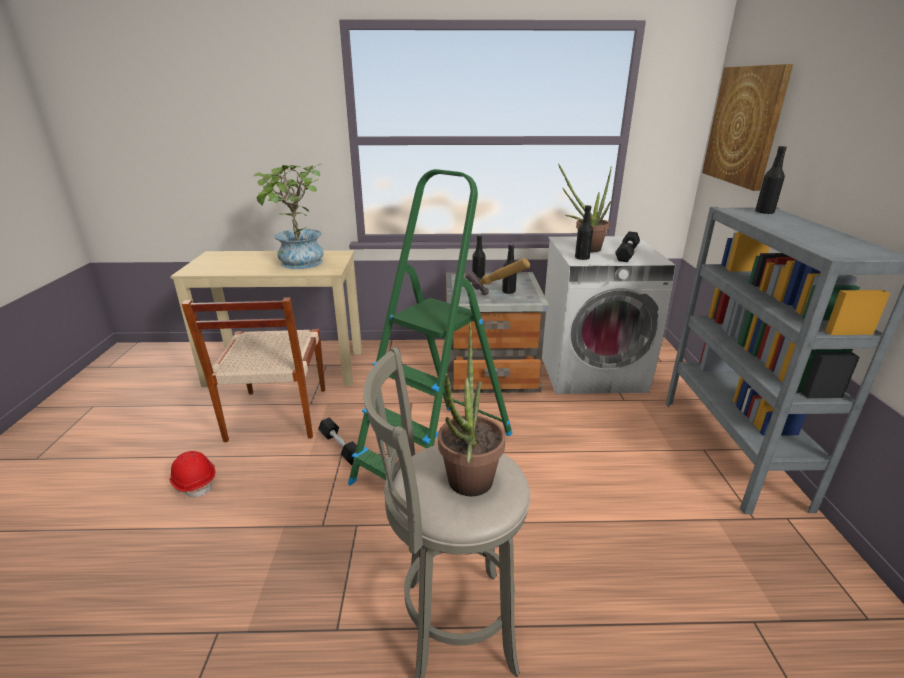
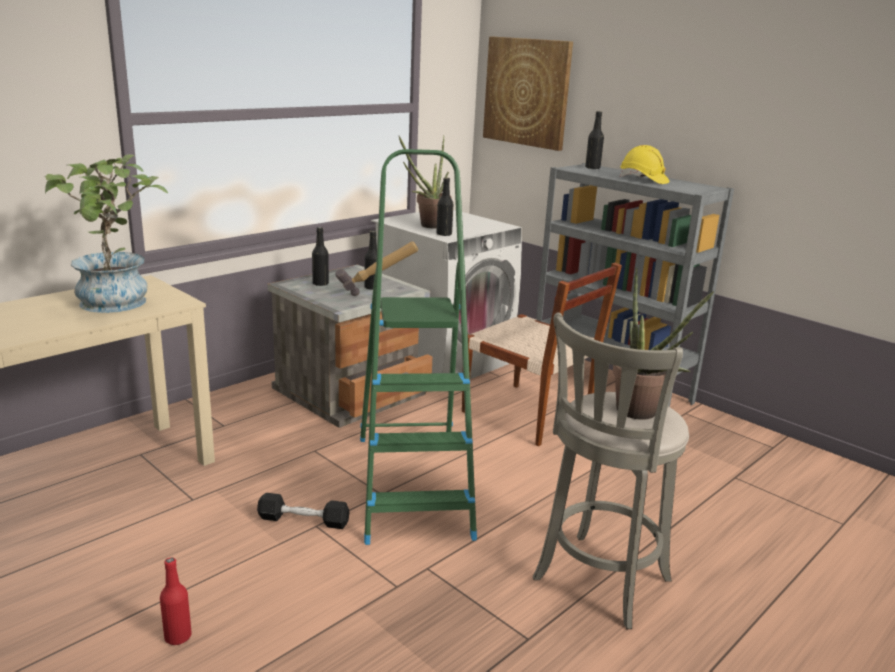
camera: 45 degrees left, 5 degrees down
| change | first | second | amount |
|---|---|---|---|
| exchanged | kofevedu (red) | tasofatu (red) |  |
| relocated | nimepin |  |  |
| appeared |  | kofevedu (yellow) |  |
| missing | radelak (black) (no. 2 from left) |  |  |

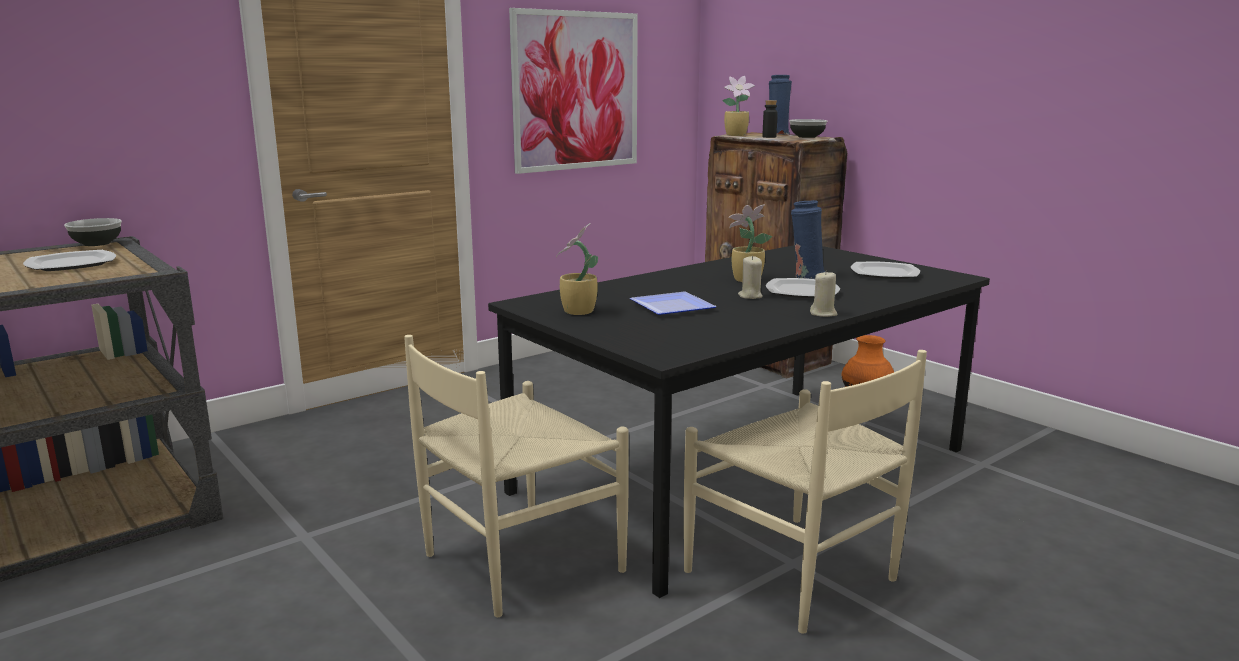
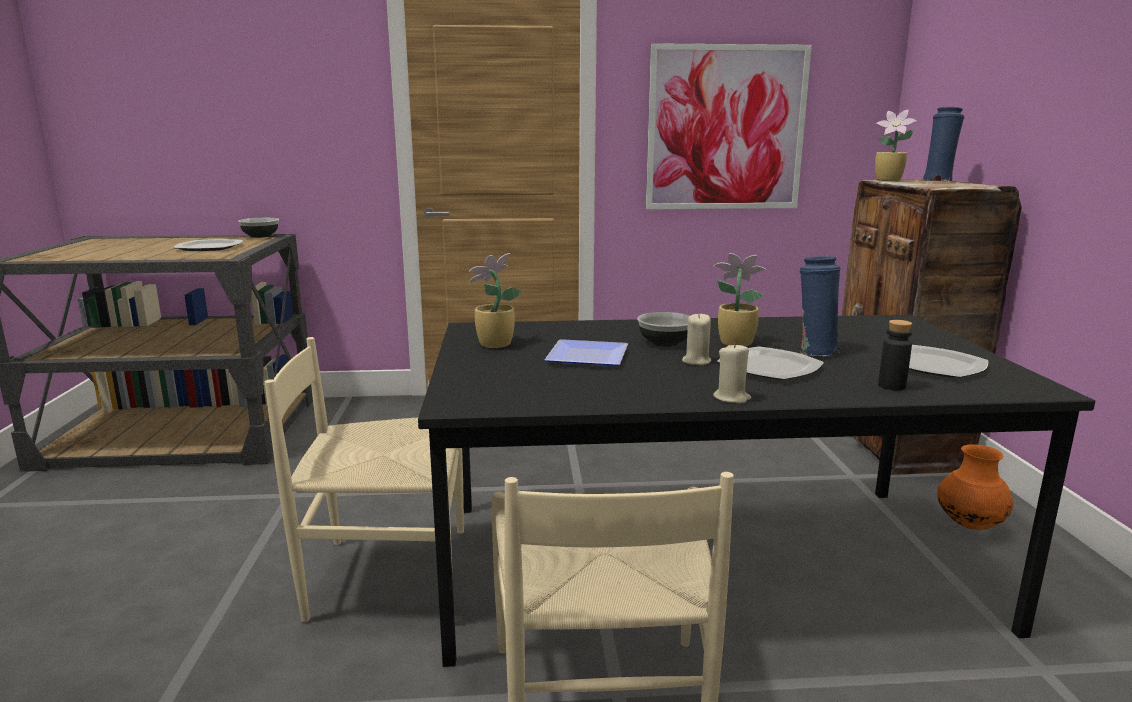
camera: 35 degrees right, 0 degrees up
| change | first | second | amount |
|---|---|---|---|
| relocated | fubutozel (no. 2 from left) |  |  |
| relocated | tasofatu (black) |  |  |

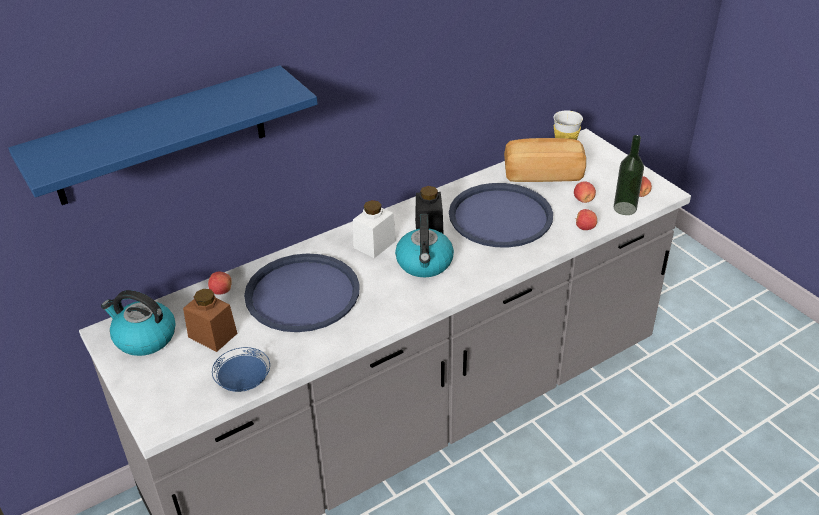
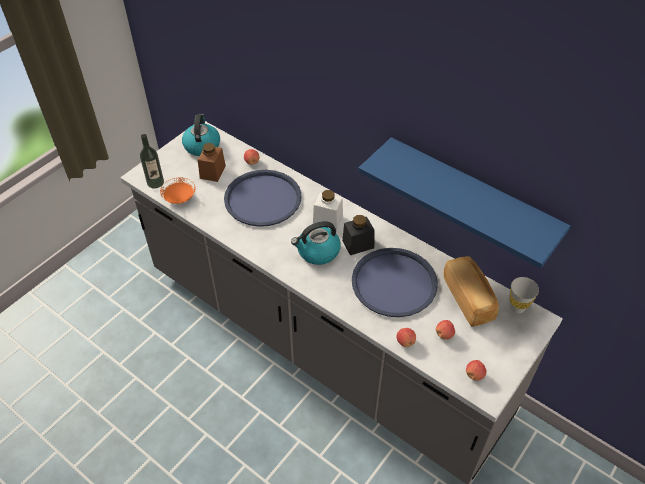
camera: 70 degrees right, 10 degrees up
| change | first | second | amount |
|---|---|---|---|
| relocated | tasofatu |  |  |
| colour | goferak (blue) | goferak (orange) |  |
| relocated | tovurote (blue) |  |  |

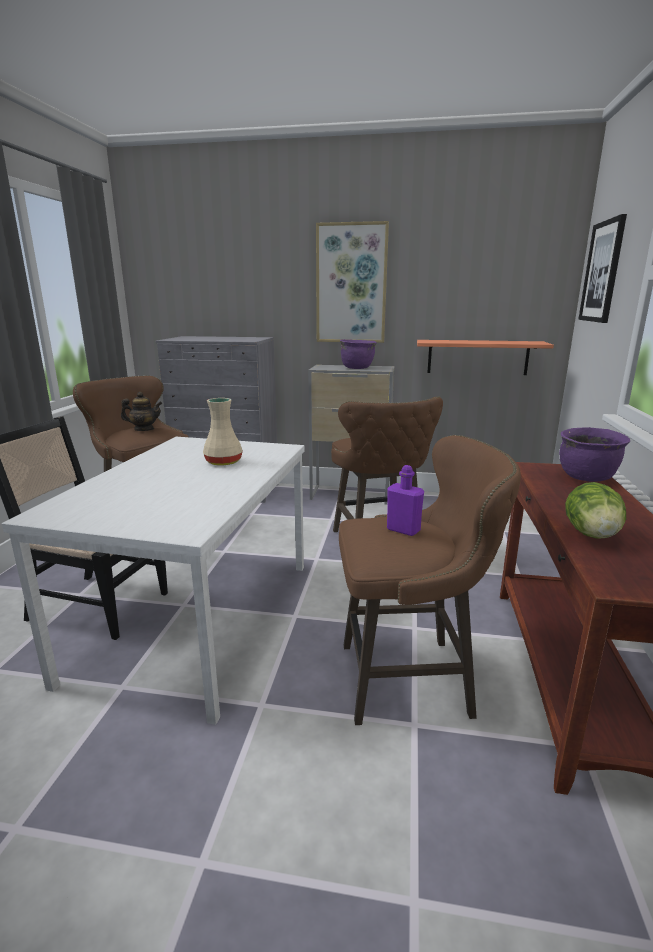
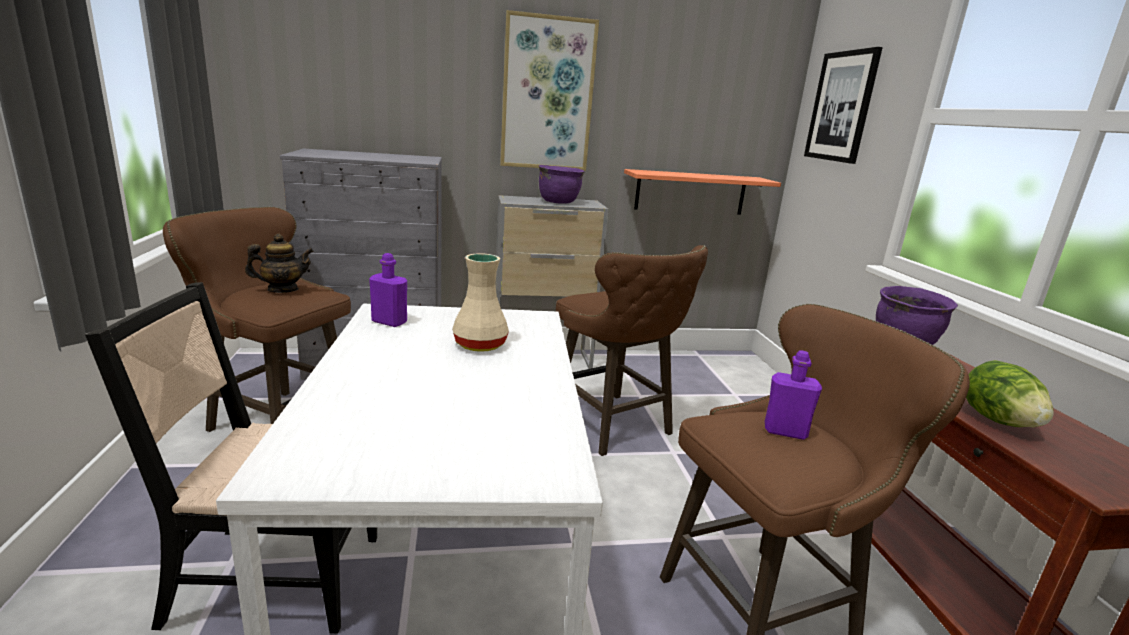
camera: 20 degrees left, 0 degrees up
| change | first | second | amount |
|---|---|---|---|
| appeared |  | tasofatu (purple) (no. 1 from left) |  |

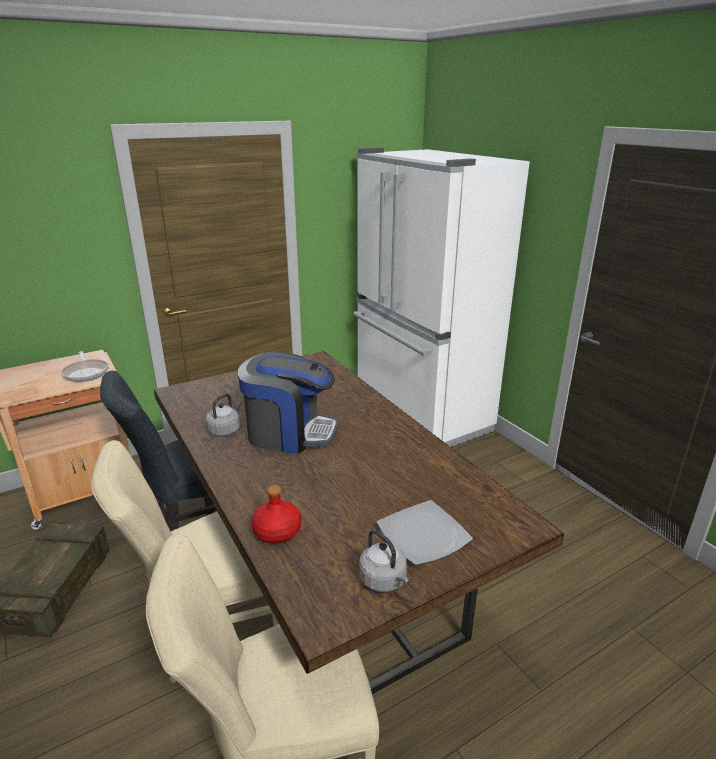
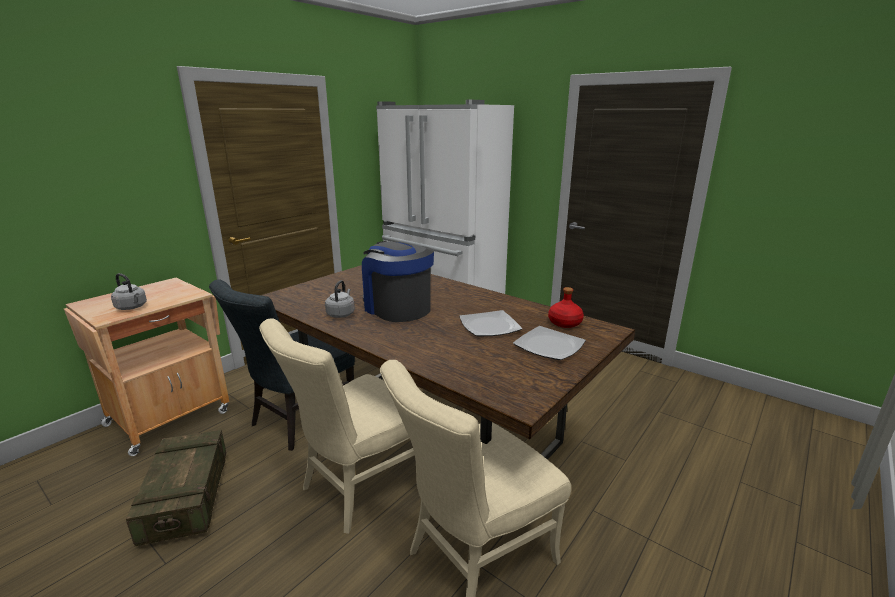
camera: 20 degrees left, 5 degrees down
| change | first | second | amount |
|---|---|---|---|
| relocated | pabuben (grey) (no. 2 from left in the first image) | pabuben (grey) (no. 1 from left) |  |
| spun | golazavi |  | 120 degrees counterclockwise |
| appeared |  | goferak (no. 1 from left) |  |
| relocated | tasofatu (red) |  |  |
| missing | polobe |  |  |

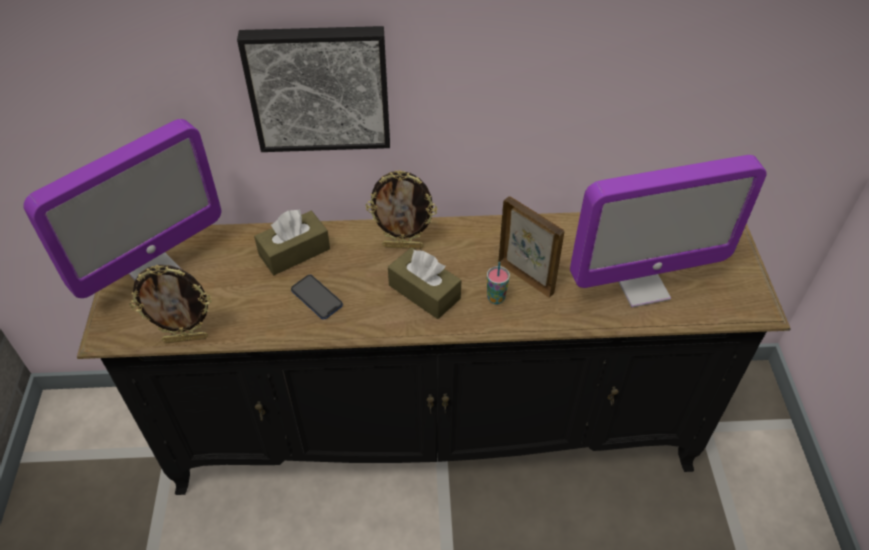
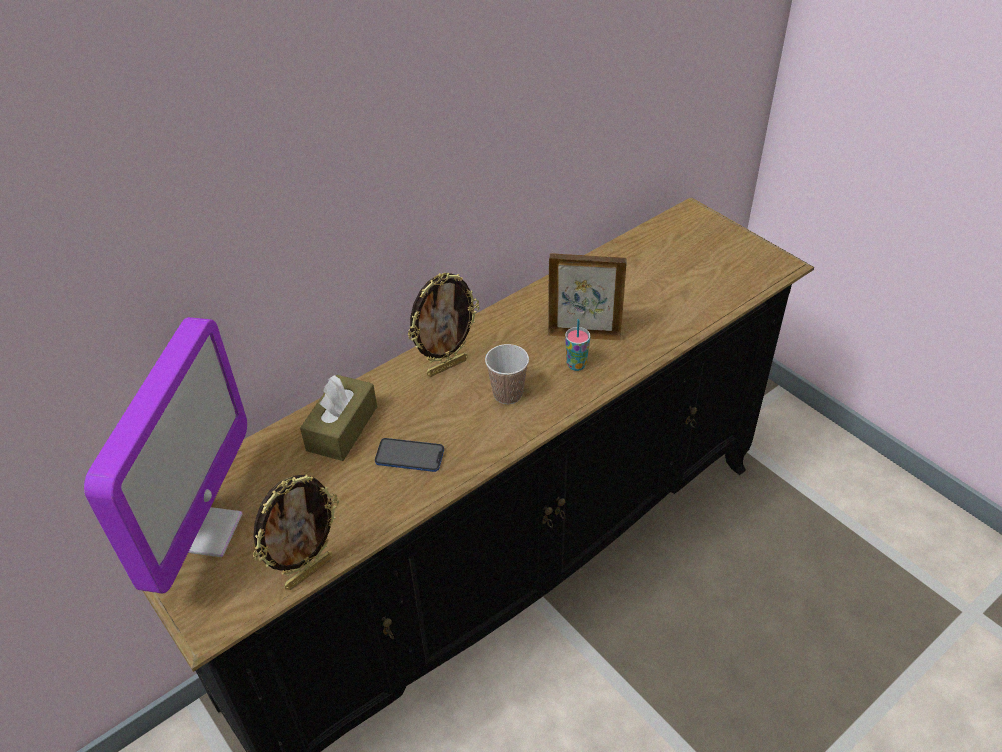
camera: 35 degrees left, 5 degrees down
| change | first | second | amount |
|---|---|---|---|
| exchanged | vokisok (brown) (no. 2 from left) | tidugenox (no. 1 from left) |  |
| missing | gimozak |  |  |
| missing | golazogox (no. 2 from left) |  |  |

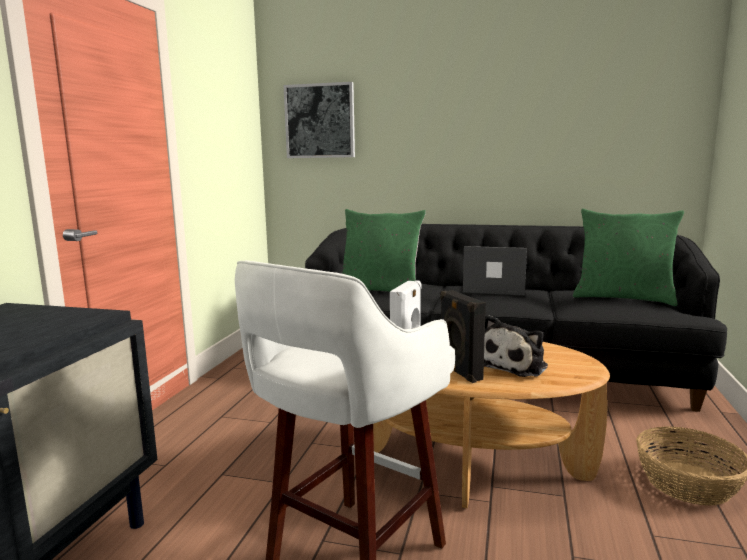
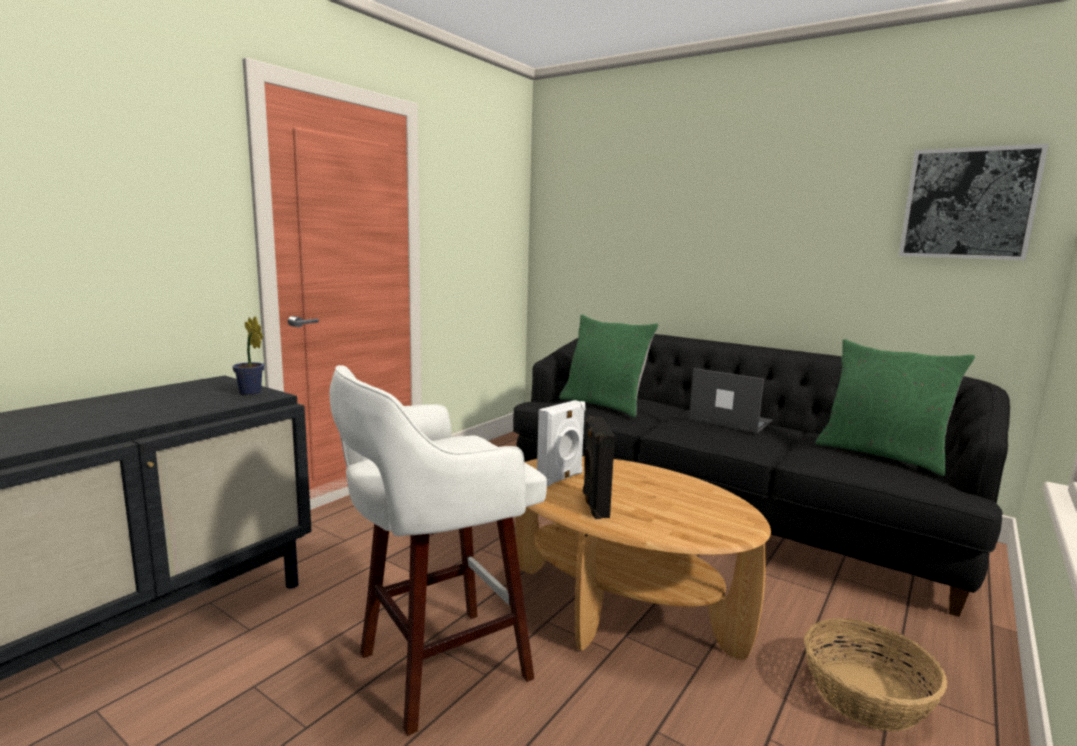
camera: 20 degrees right, 0 degrees up
| change | first | second | amount |
|---|---|---|---|
| appeared |  | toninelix |  |
| relocated | gimozak |  |  |
| missing | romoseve |  |  |

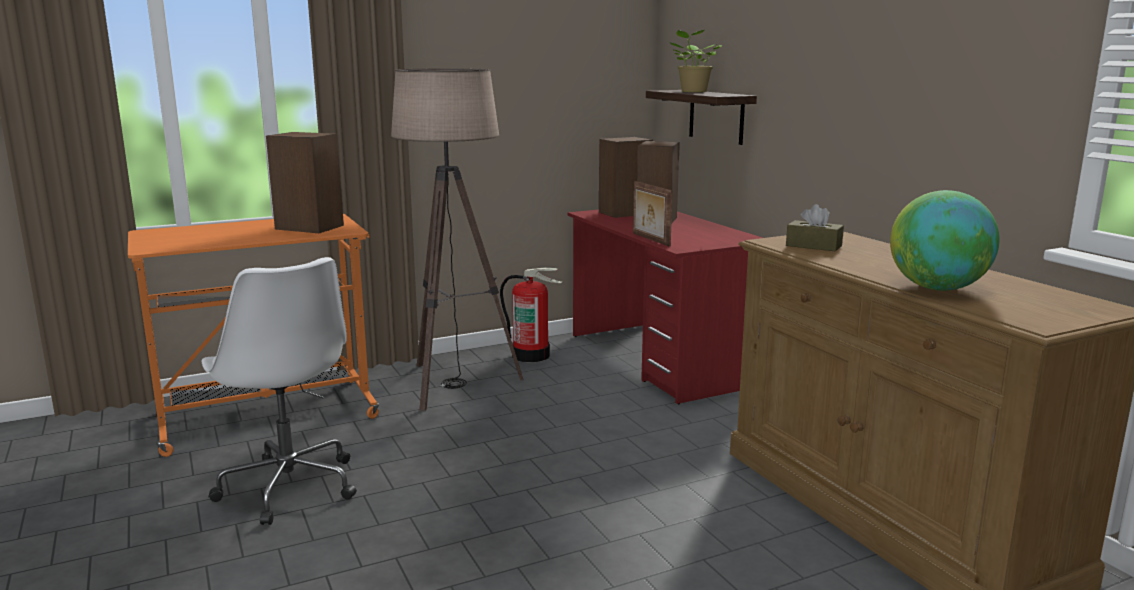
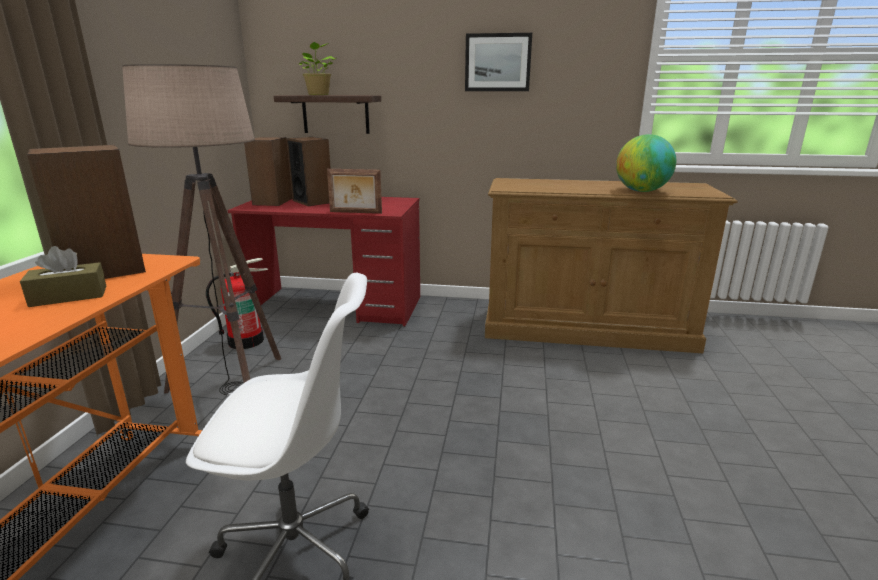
camera: 55 degrees left, 5 degrees up
| change | first | second | amount |
|---|---|---|---|
| relocated | vokisok (brown) |  |  |
| appeared |  | gimozak |  |

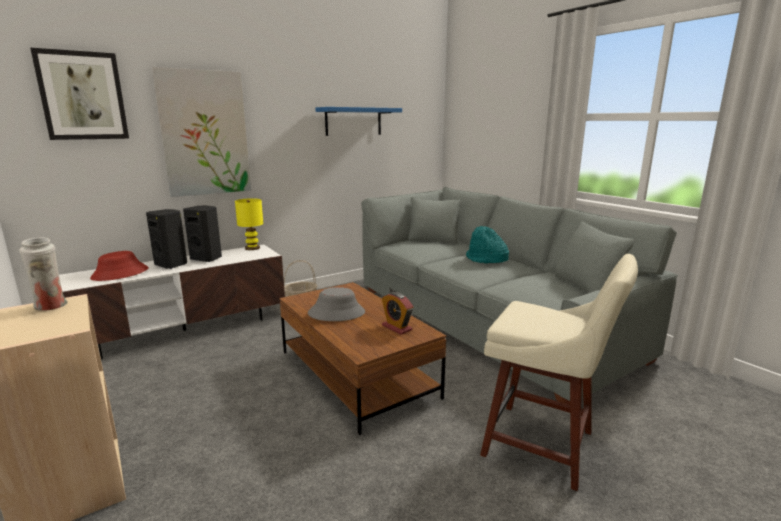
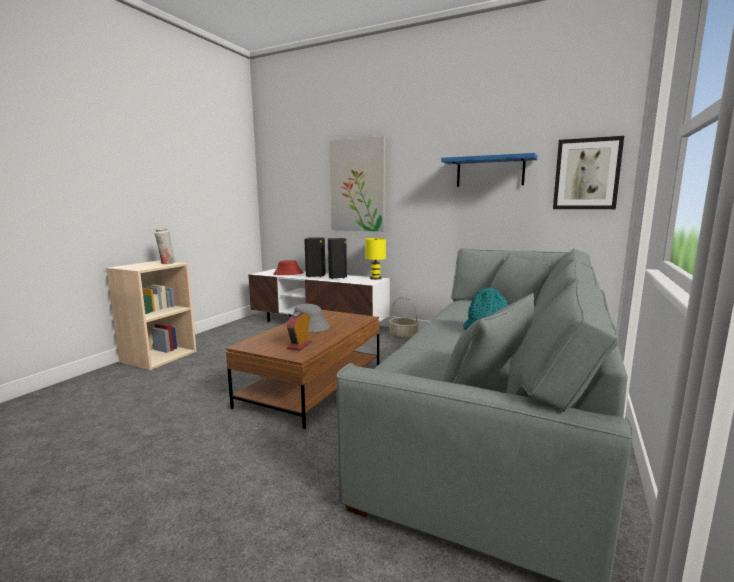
camera: 60 degrees right, 5 degrees down
| change | first | second | amount |
|---|---|---|---|
| relocated | gimozak (no. 1 from left in the first image) | gimozak (no. 2 from left) |  |
| missing | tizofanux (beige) |  |  |

